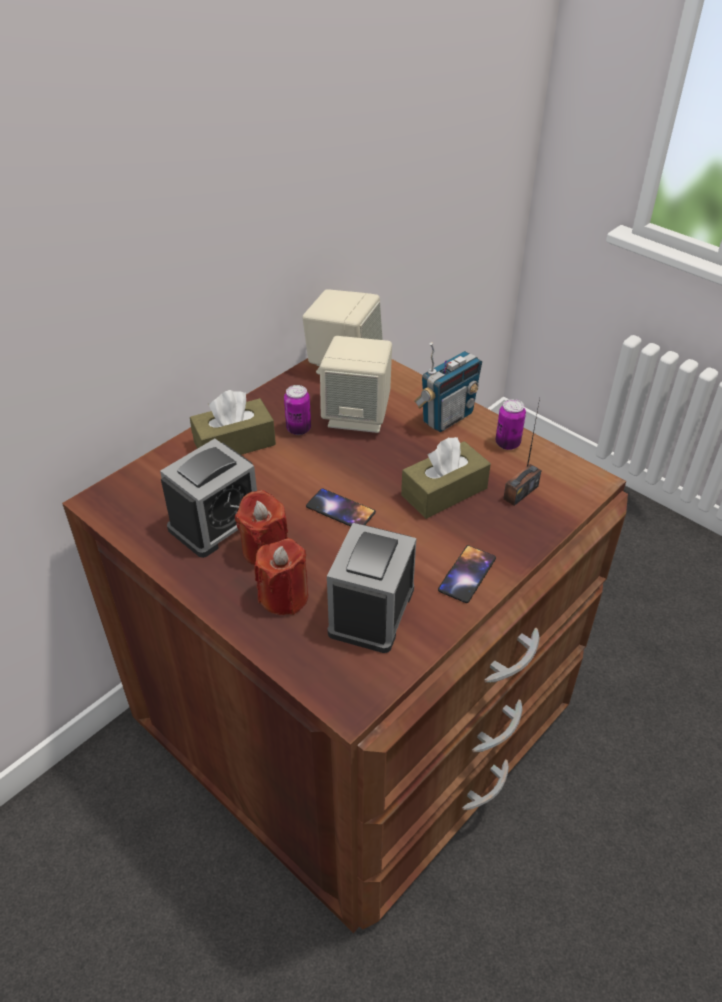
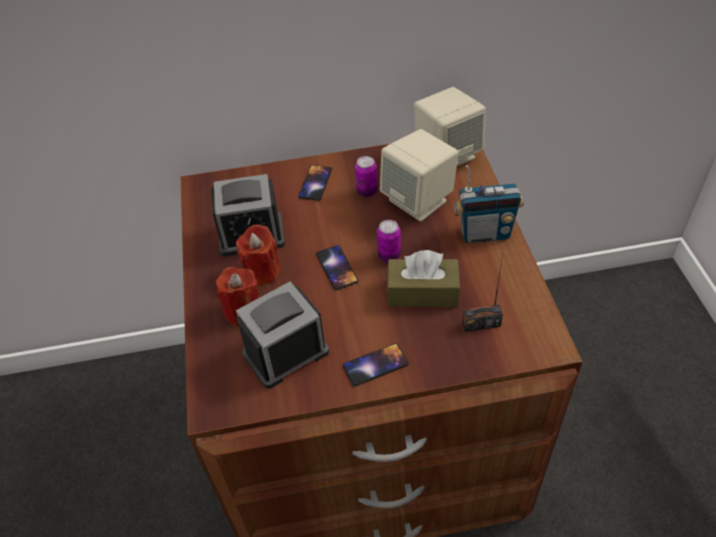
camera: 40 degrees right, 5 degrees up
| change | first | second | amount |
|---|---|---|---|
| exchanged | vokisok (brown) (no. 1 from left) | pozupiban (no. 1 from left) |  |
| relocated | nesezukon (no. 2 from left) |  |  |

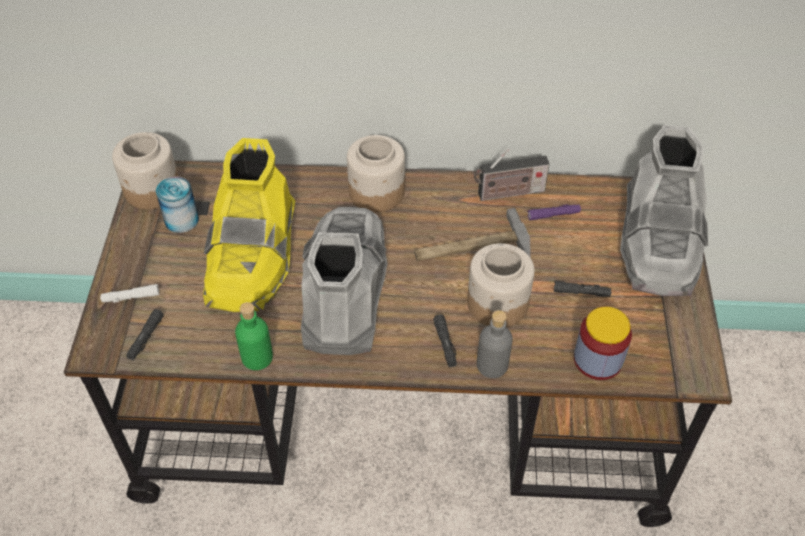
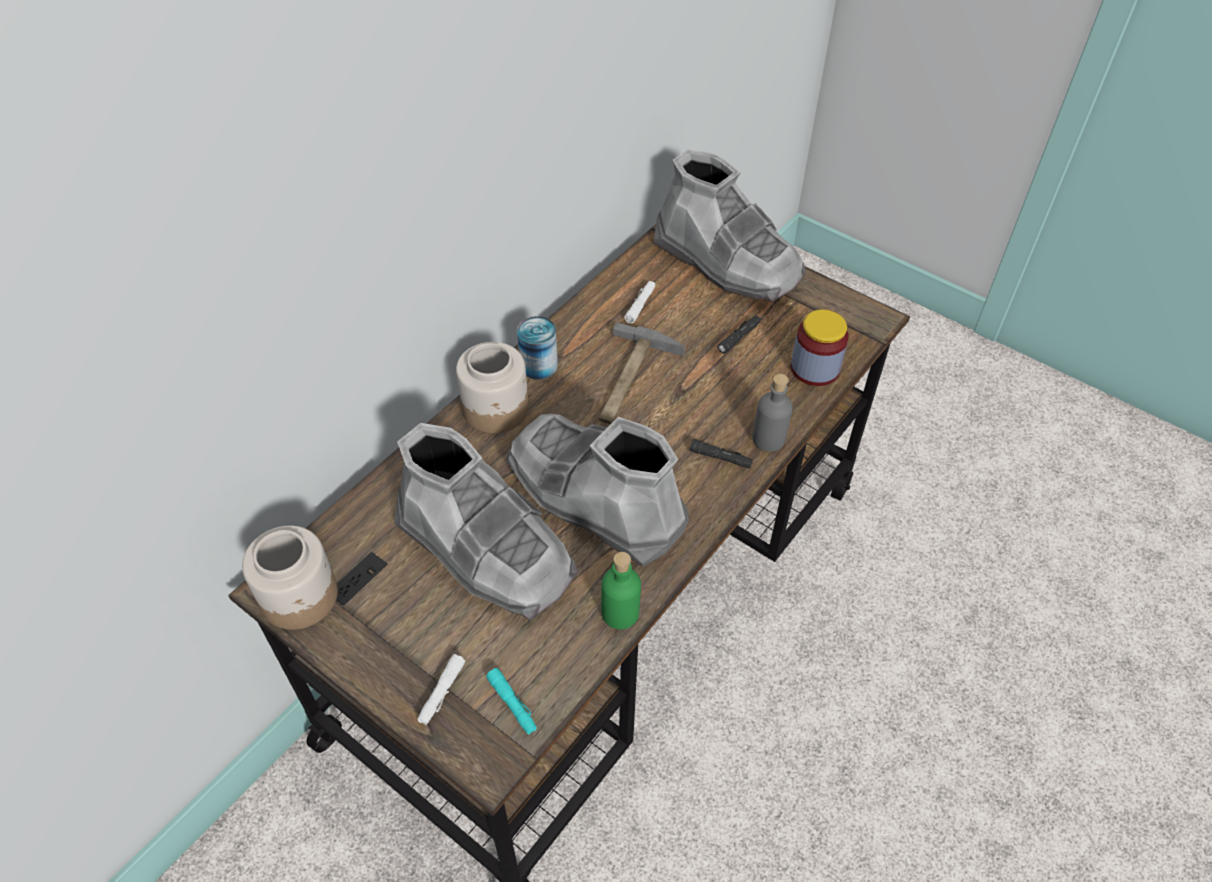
camera: 55 degrees left, 0 degrees up
| change | first | second | amount |
|---|---|---|---|
| colour | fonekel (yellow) | fonekel (grey) (no. 1 from left) |  |
| colour | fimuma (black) (no. 1 from left) | fimuma (turquoise) |  |
| relocated | nesezukon |  |  |
| colour | fimuma (purple) | fimuma (white) (no. 2 from left) |  |
| missing | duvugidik (no. 3 from left) |  |  |
| missing | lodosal |  |  |

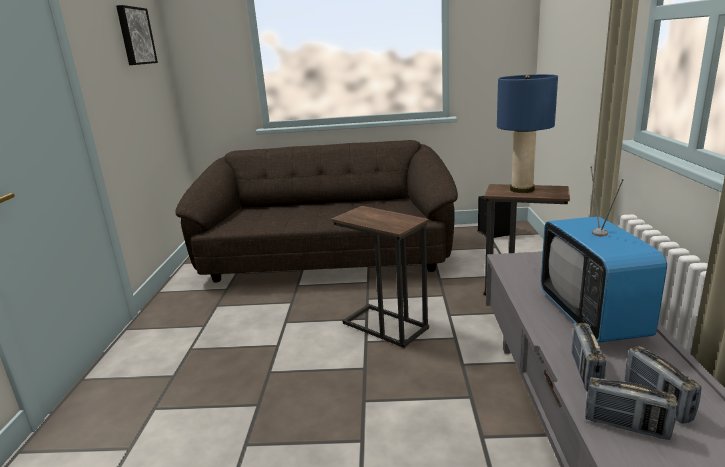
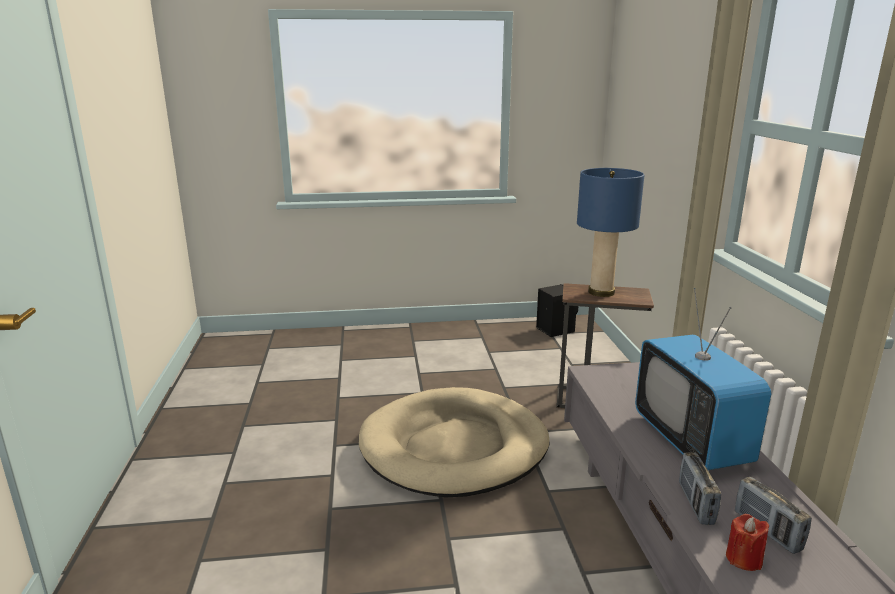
camera: 10 degrees left, 0 degrees up
| change | first | second | amount |
|---|---|---|---|
| exchanged | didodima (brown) (no. 1 from left) | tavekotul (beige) |  |
| exchanged | lodosal (no. 2 from left) | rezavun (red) |  |
| missing | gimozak |  |  |
| missing | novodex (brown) |  |  |

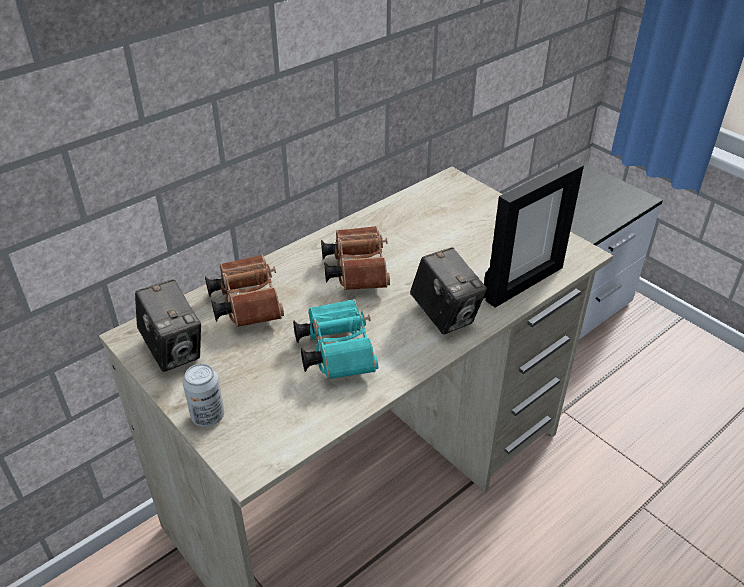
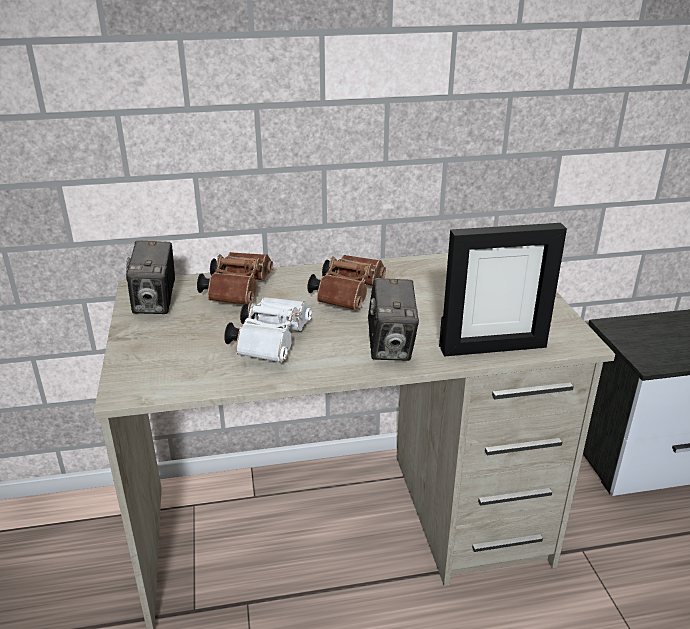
camera: 30 degrees right, 10 degrees down
| change | first | second | amount |
|---|---|---|---|
| colour | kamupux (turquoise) | kamupux (white) |  |
| missing | nesezukon |  |  |

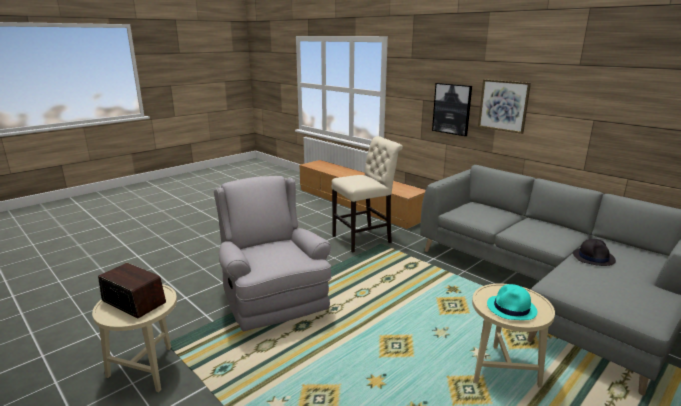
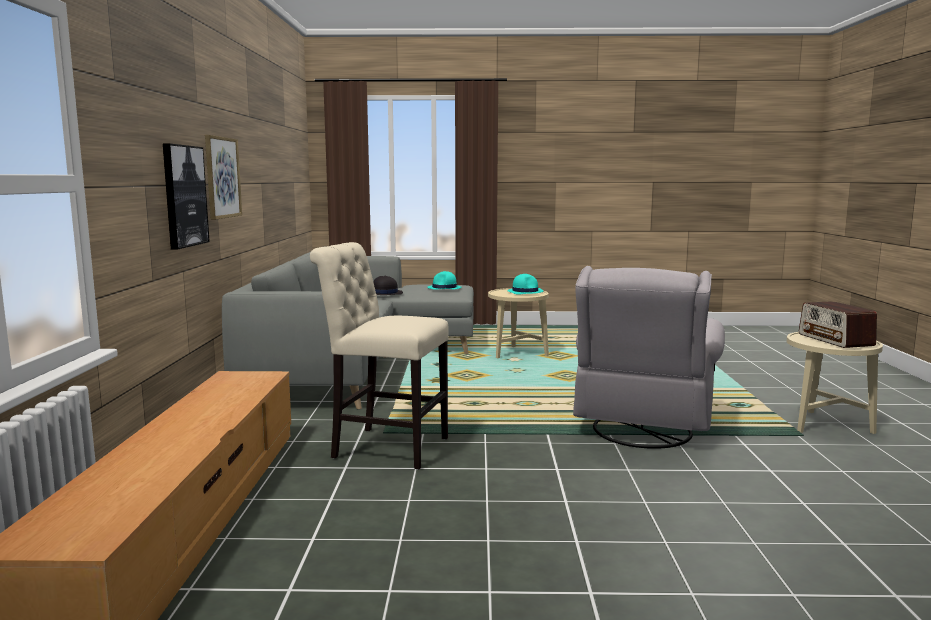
camera: 135 degrees left, 10 degrees down
| change | first | second | amount |
|---|---|---|---|
| appeared |  | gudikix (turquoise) (no. 1 from left) |  |

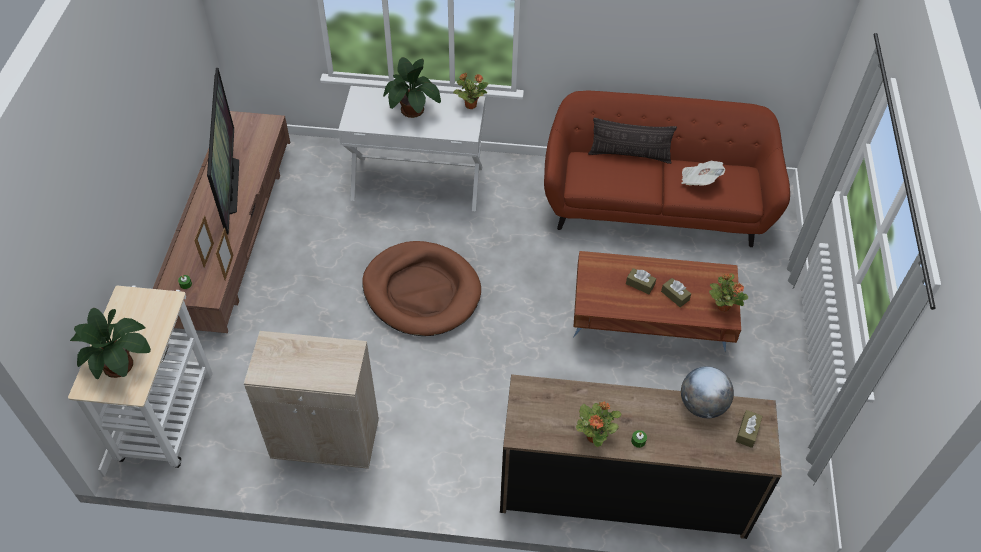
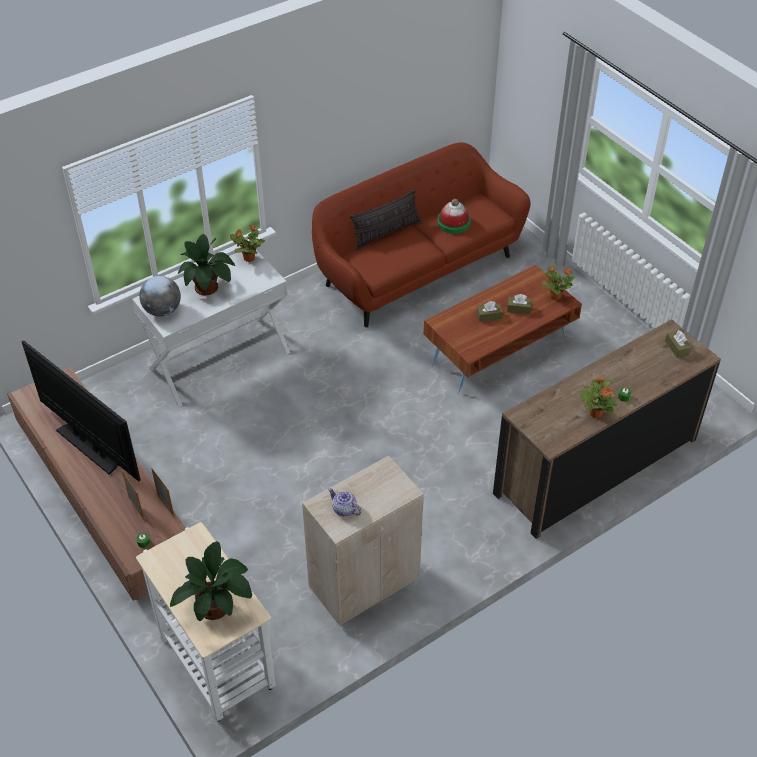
camera: 40 degrees left, 5 degrees down
| change | first | second | amount |
|---|---|---|---|
| relocated | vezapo |  |  |
| appeared |  | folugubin |  |
| exchanged | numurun | gudikix |  |
| missing | tavekotul (brown) |  |  |

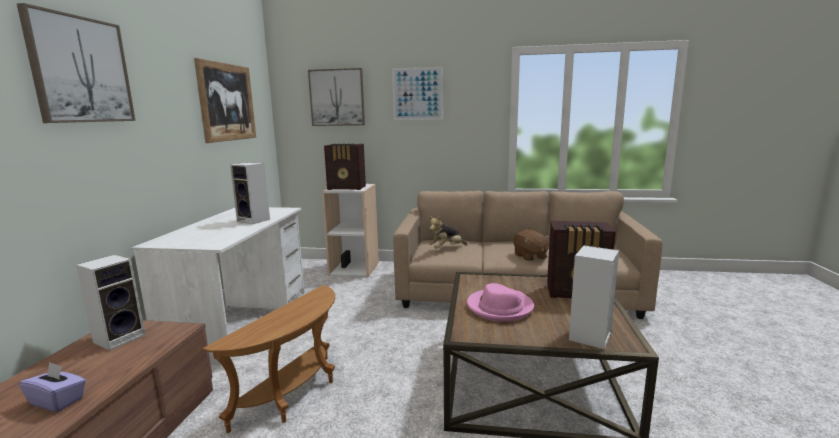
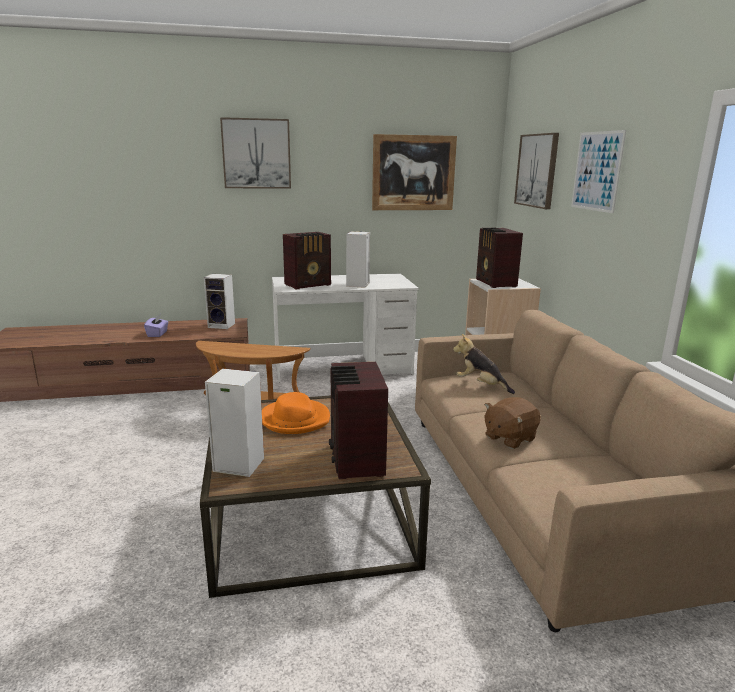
camera: 70 degrees right, 5 degrees up
| change | first | second | amount |
|---|---|---|---|
| colour | gudikix (pink) | gudikix (orange) |  |
| appeared |  | lodosal (no. 1 from left) |  |

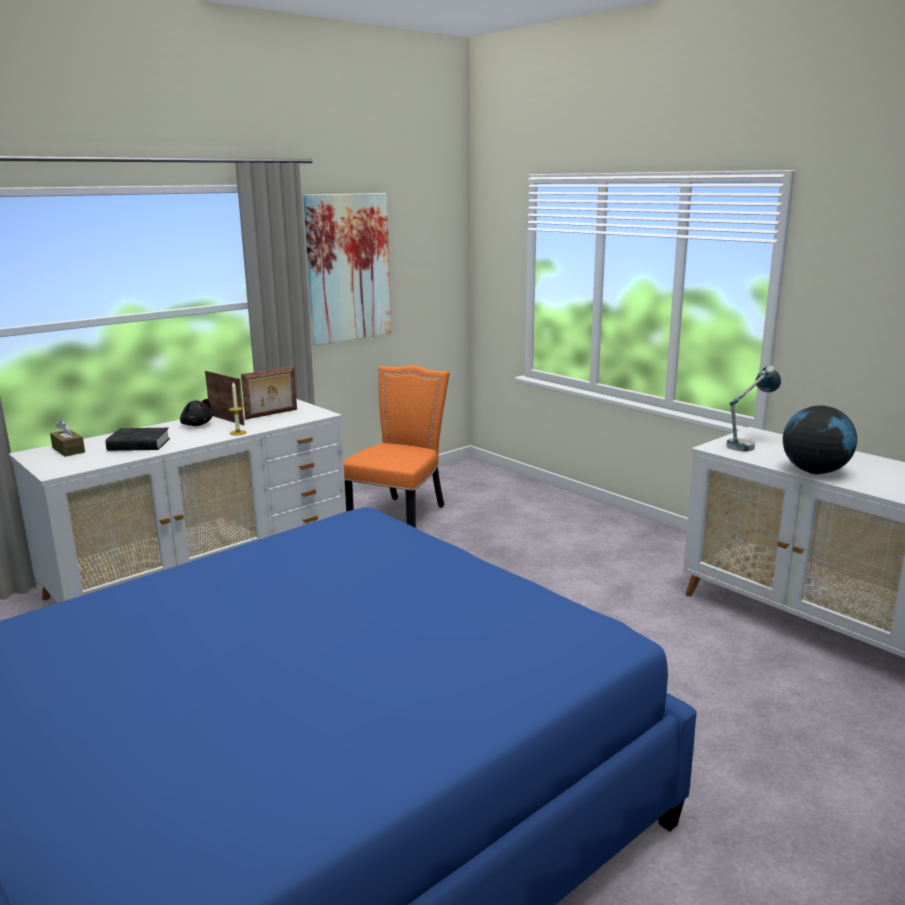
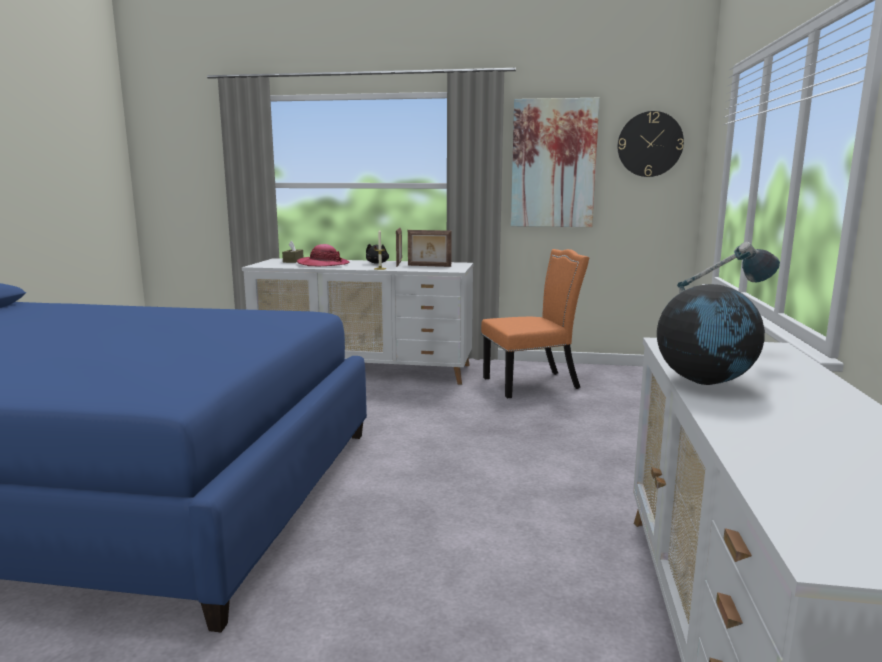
camera: 50 degrees right, 5 degrees down
| change | first | second | amount |
|---|---|---|---|
| exchanged | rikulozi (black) | gudikix |  |
| appeared |  | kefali |  |

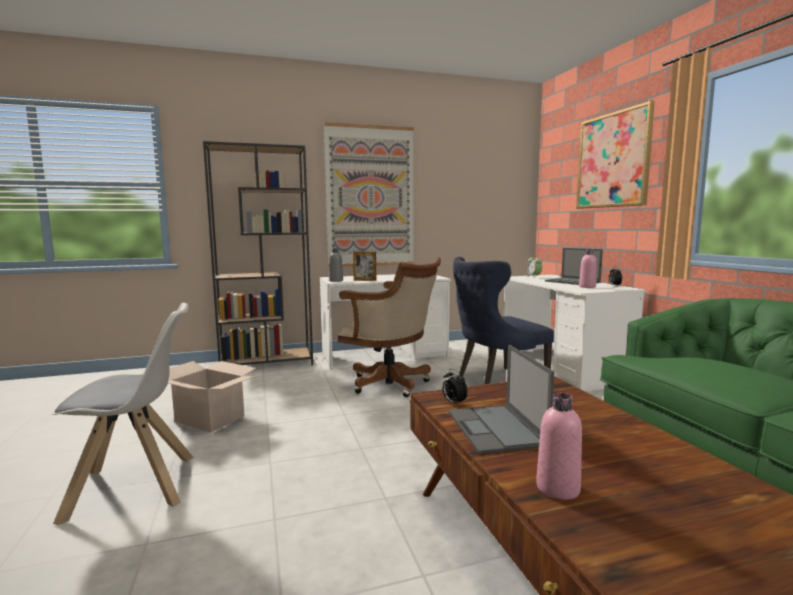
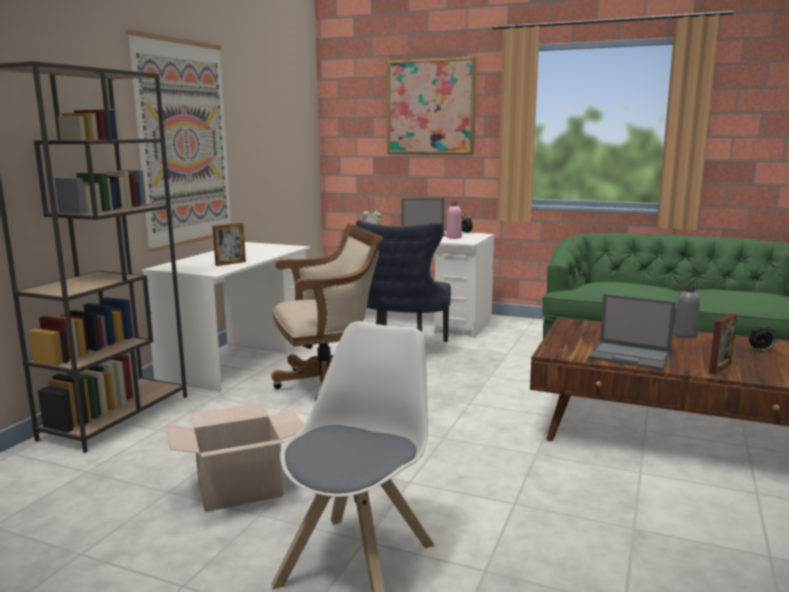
camera: 50 degrees left, 5 degrees up
| change | first | second | amount |
|---|---|---|---|
| relocated | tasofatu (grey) |  |  |
| exchanged | tasofatu (pink) (no. 1 from left) | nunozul (no. 2 from left) |  |
| relocated | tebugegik (no. 1 from left in the first image) | tebugegik (no. 3 from left) |  |

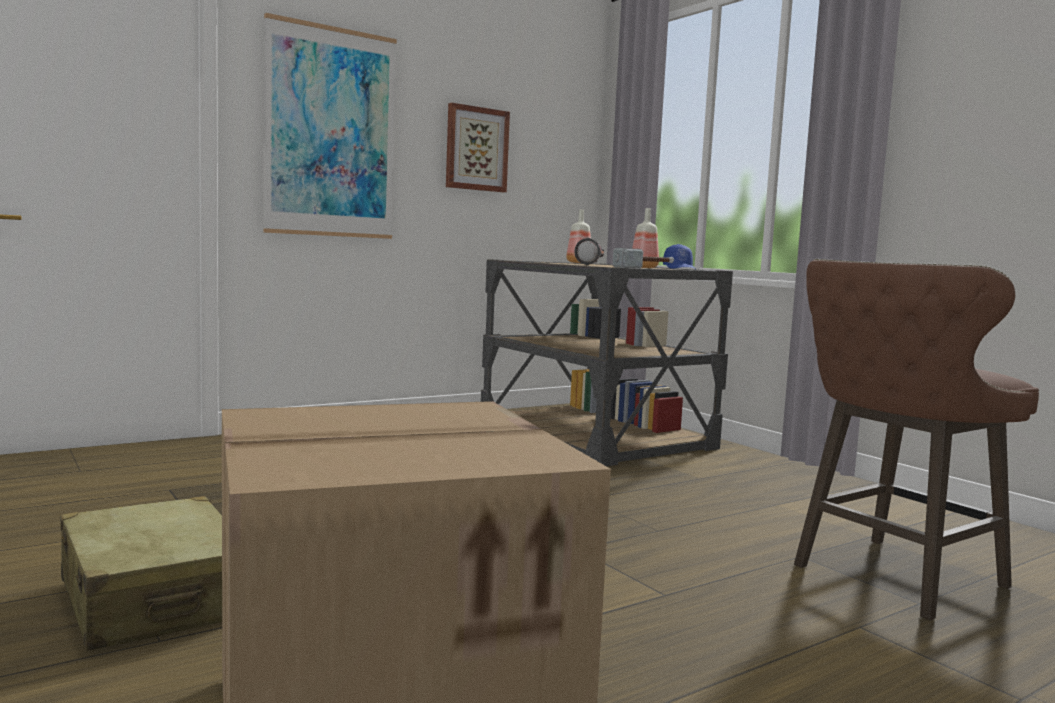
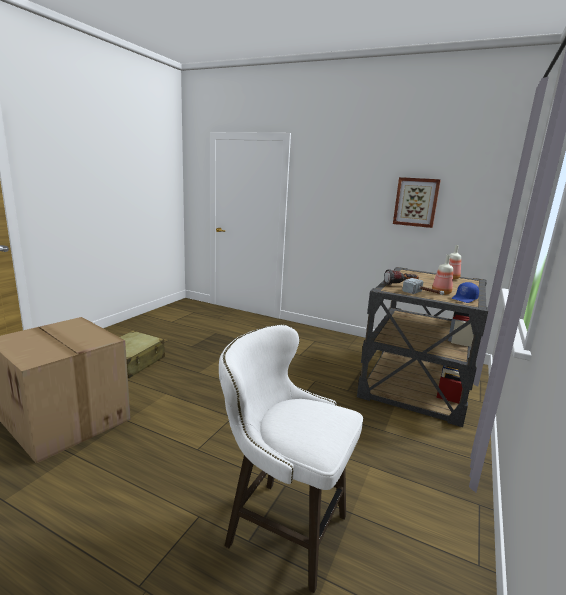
camera: 60 degrees right, 10 degrees up
| change | first | second | amount |
|---|---|---|---|
| colour | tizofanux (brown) | tizofanux (white) |  |
| missing | gimozak (no. 1 from left) |  |  |

